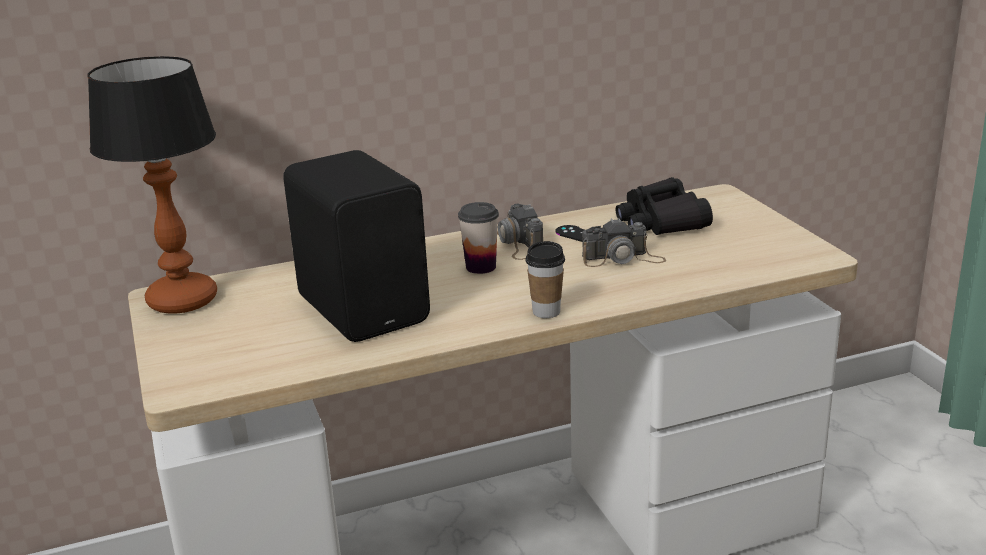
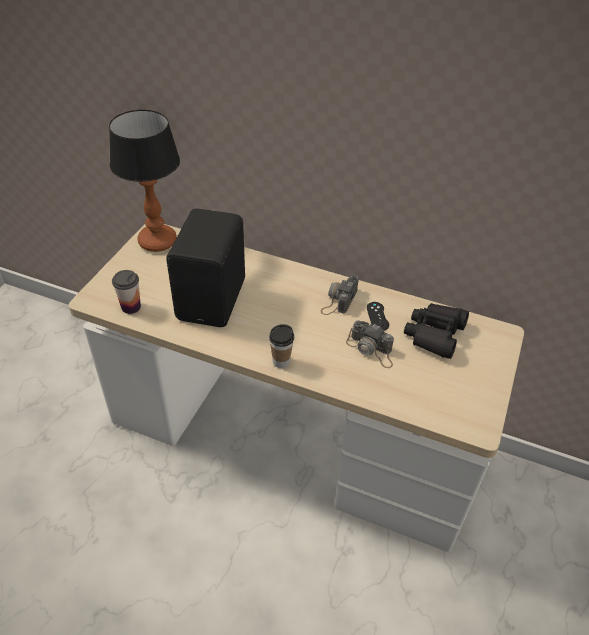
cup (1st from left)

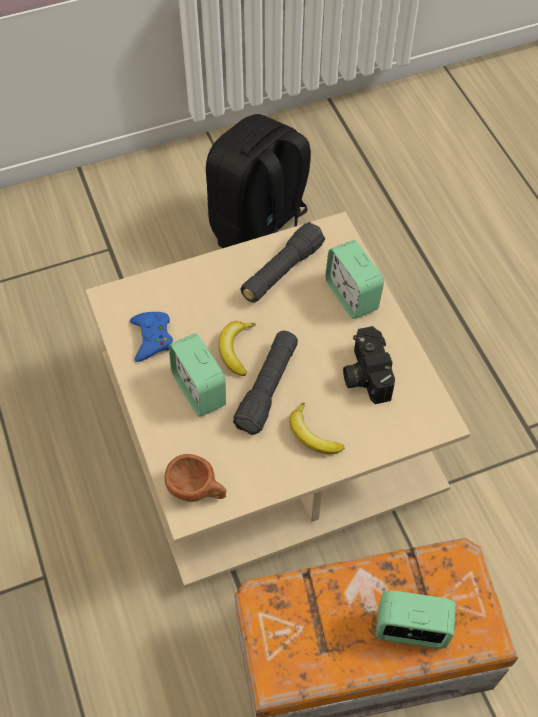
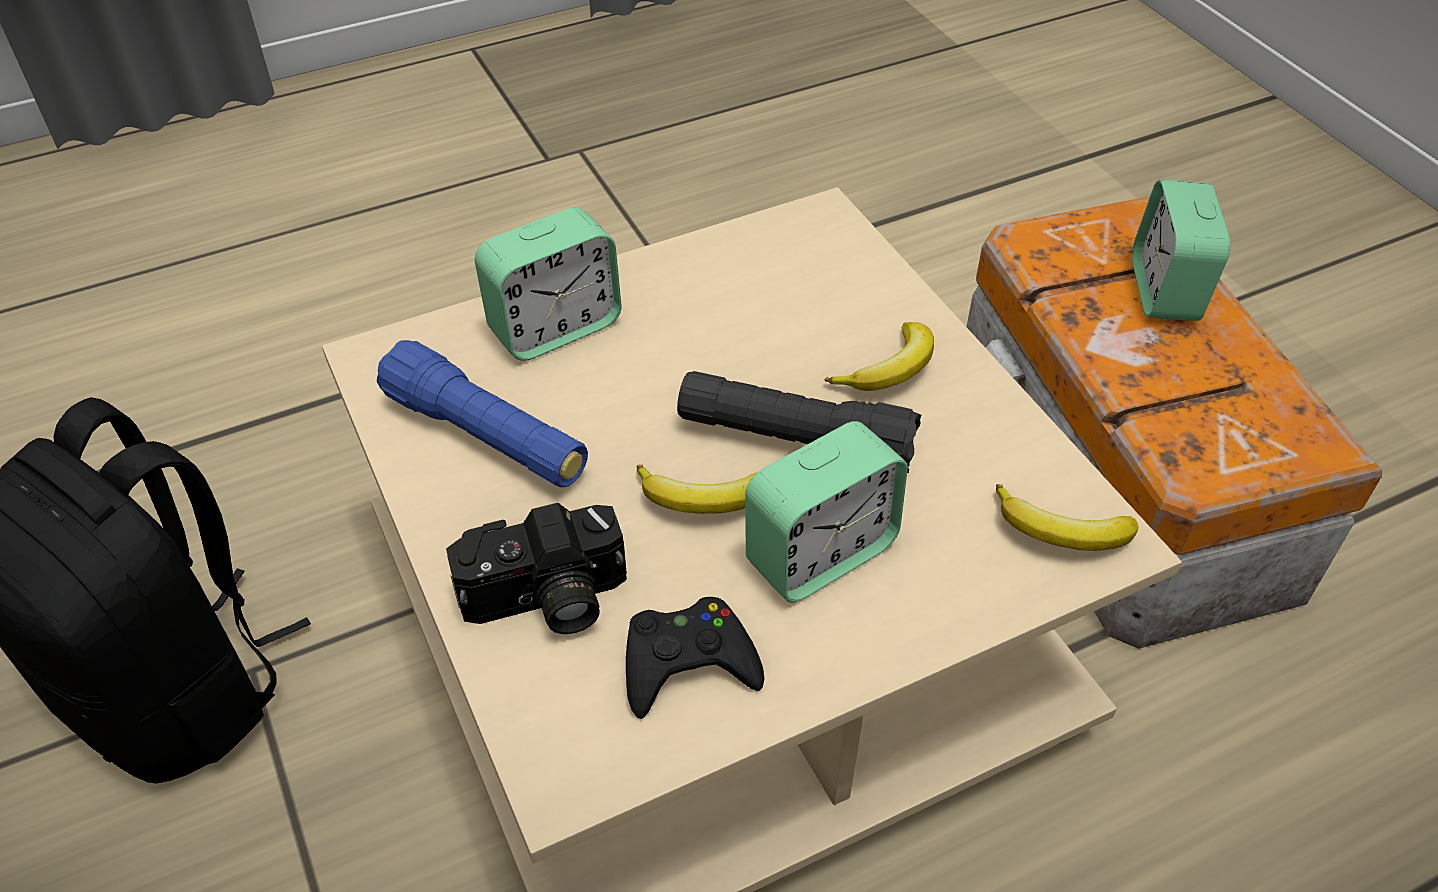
flashlight (blue); game controller (black); photo camera; banana (3rd from left)

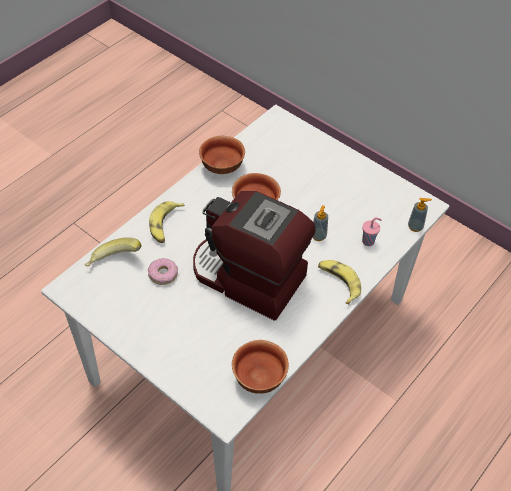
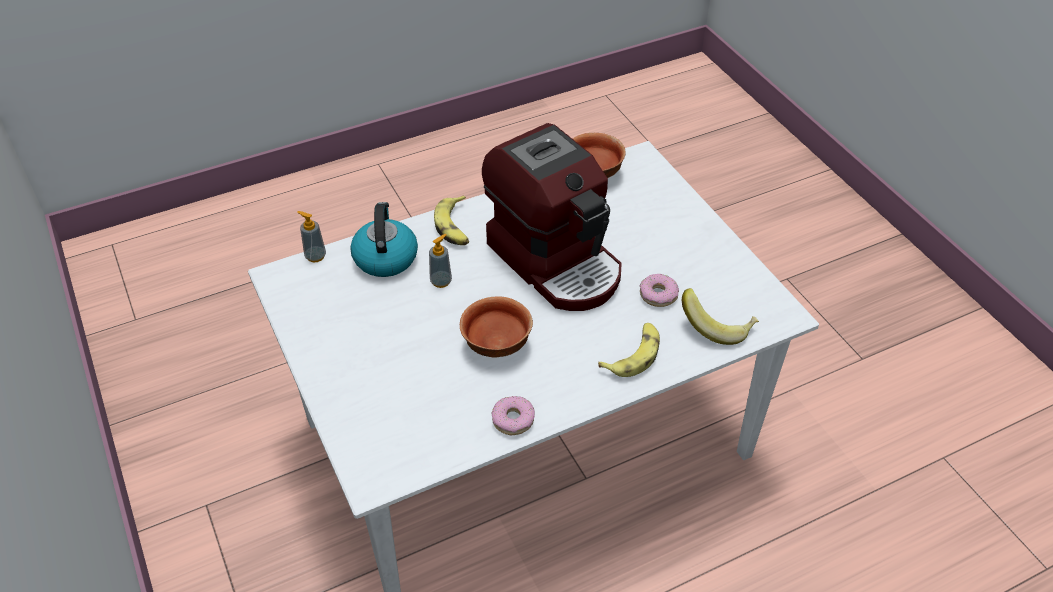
donut (1st from left); kettle

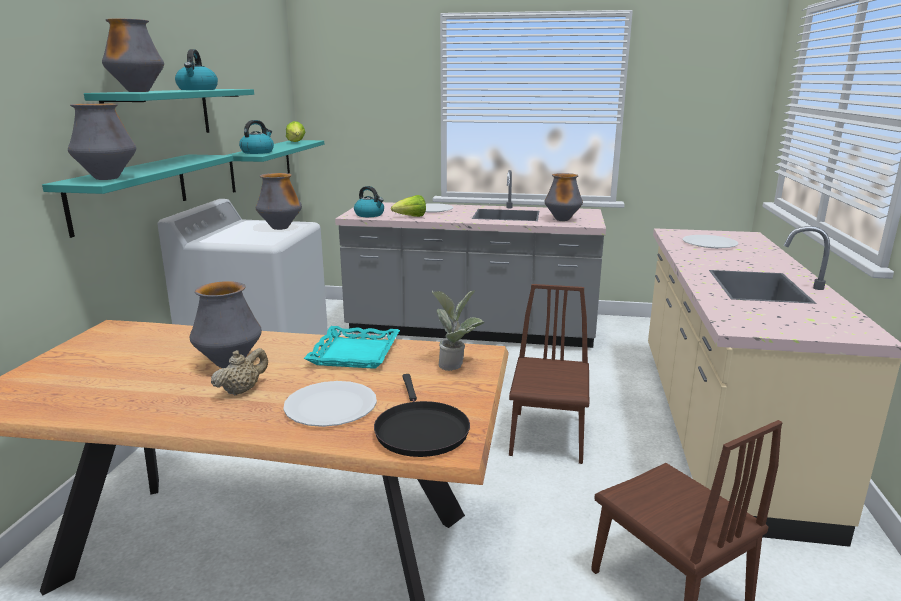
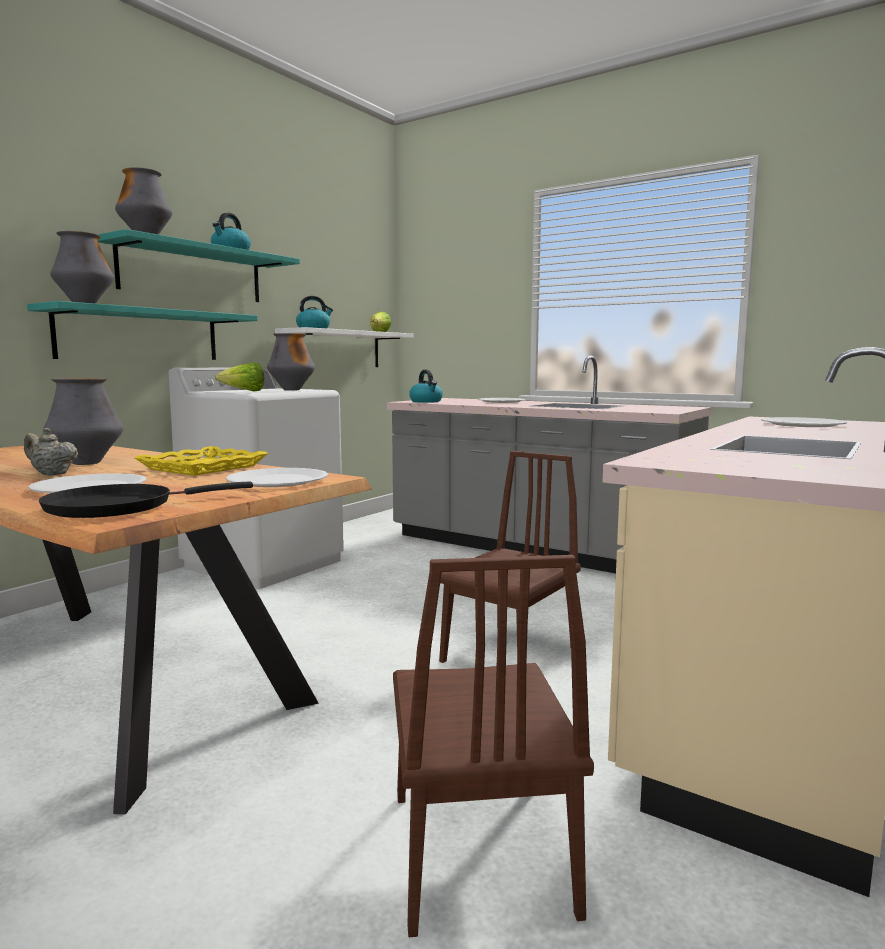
shelf (white); vase (5th from left in the first image); lettuce (1st from left); plate (white) (2nd from left); tray (yellow); teapot (beige); frying pan (black)

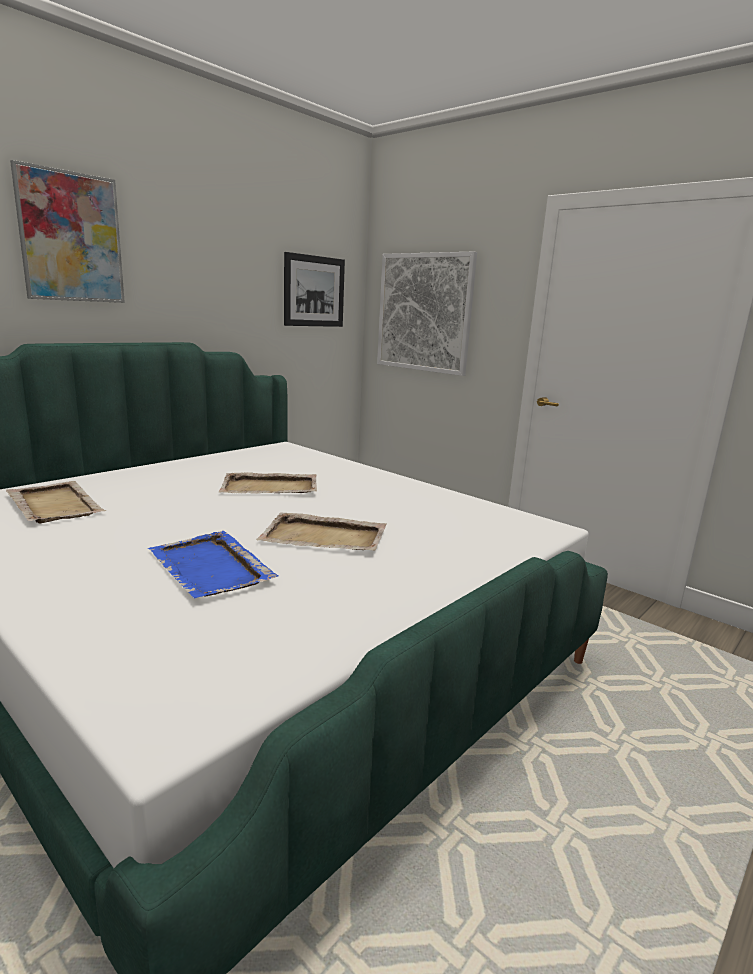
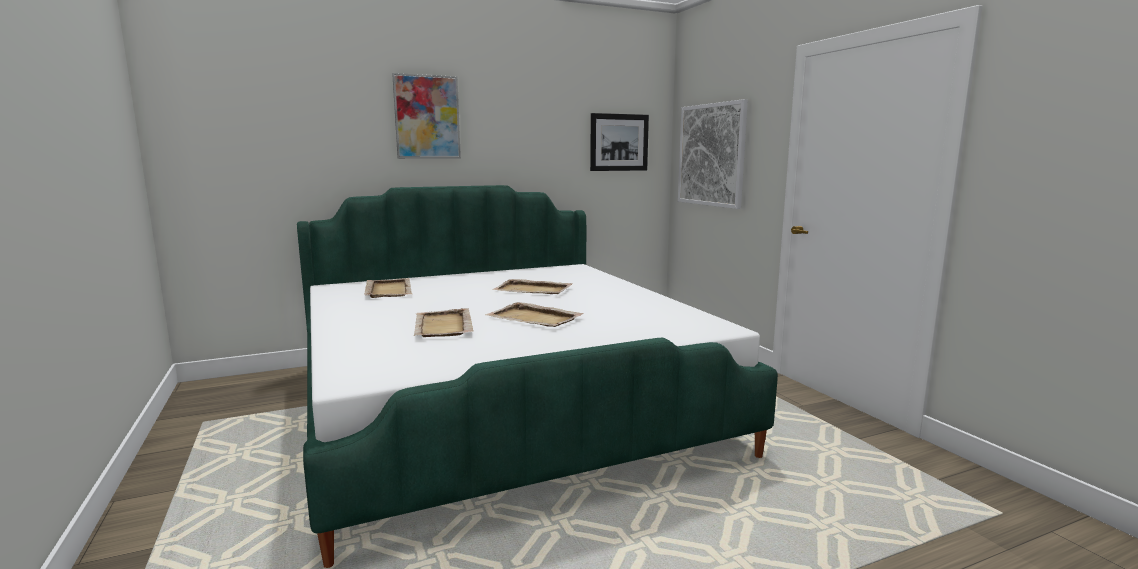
tray (beige) (2nd from left)

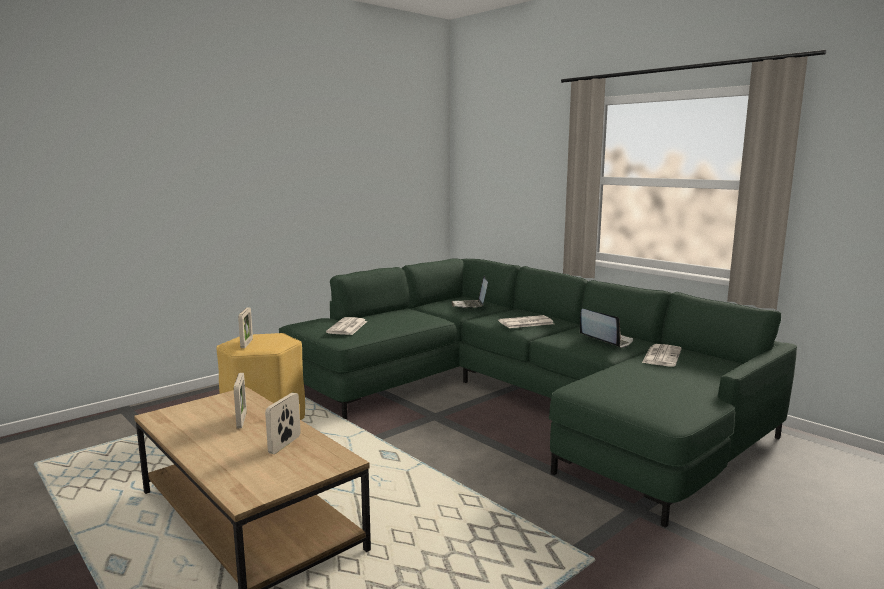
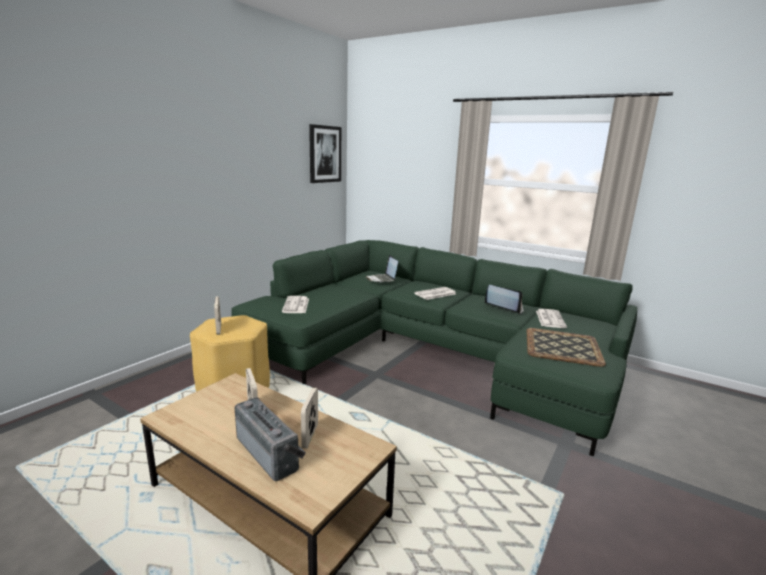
picture; tray; radio

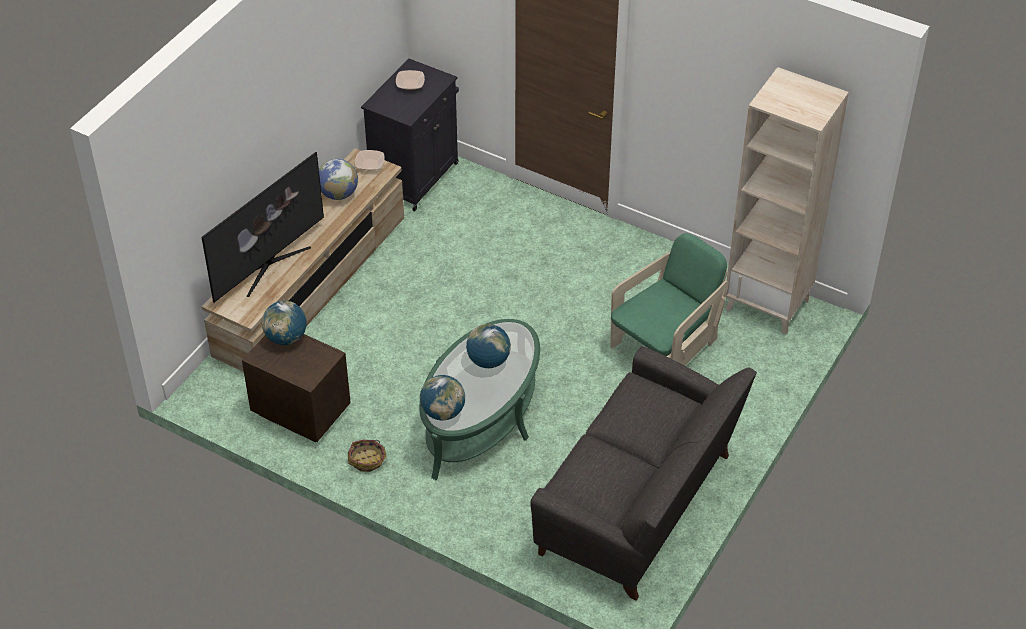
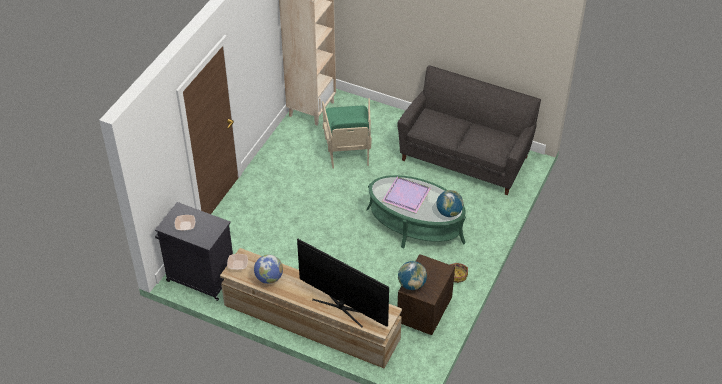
armchair (green); tray (purple)

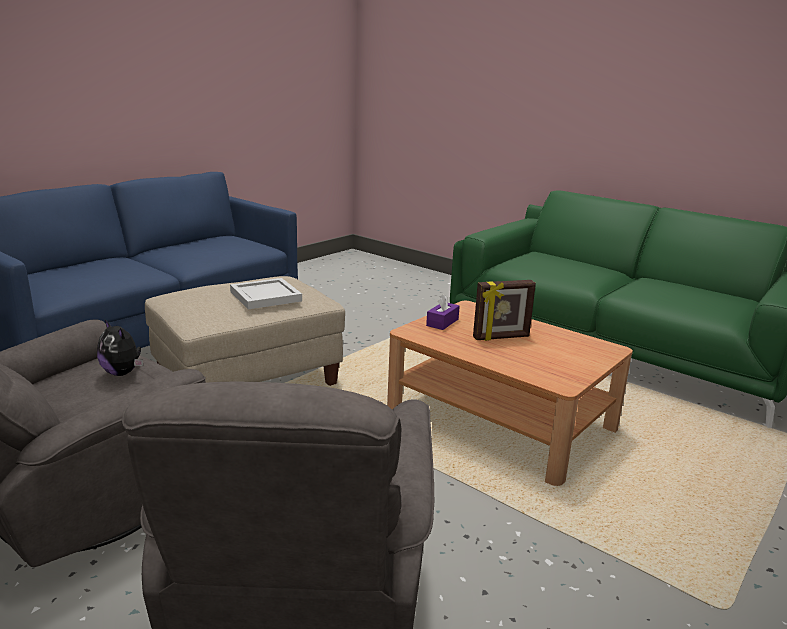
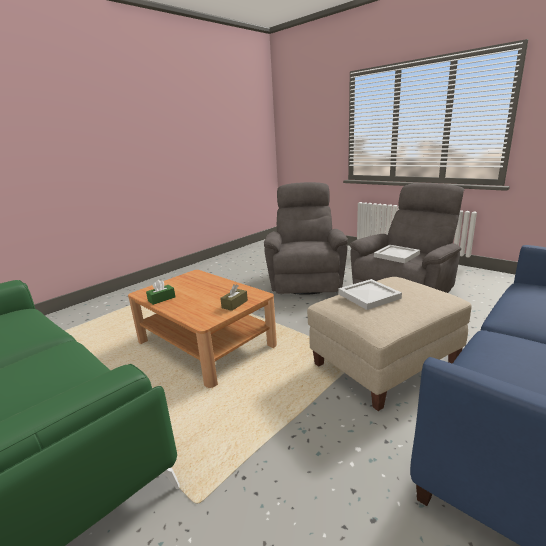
picture frame; tissue box (brown); tray (white) (2nd from left); tissue box (green)

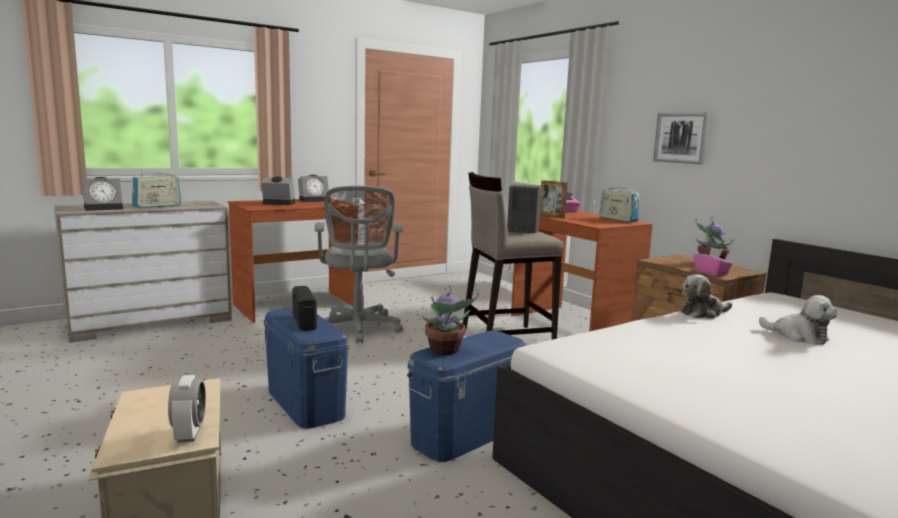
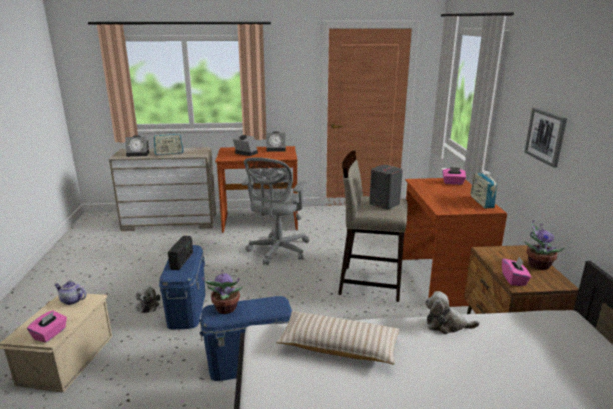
picture frame; plush toy (1st from left); tissue box (pink) (1st from left); teapot; pillow (beige)

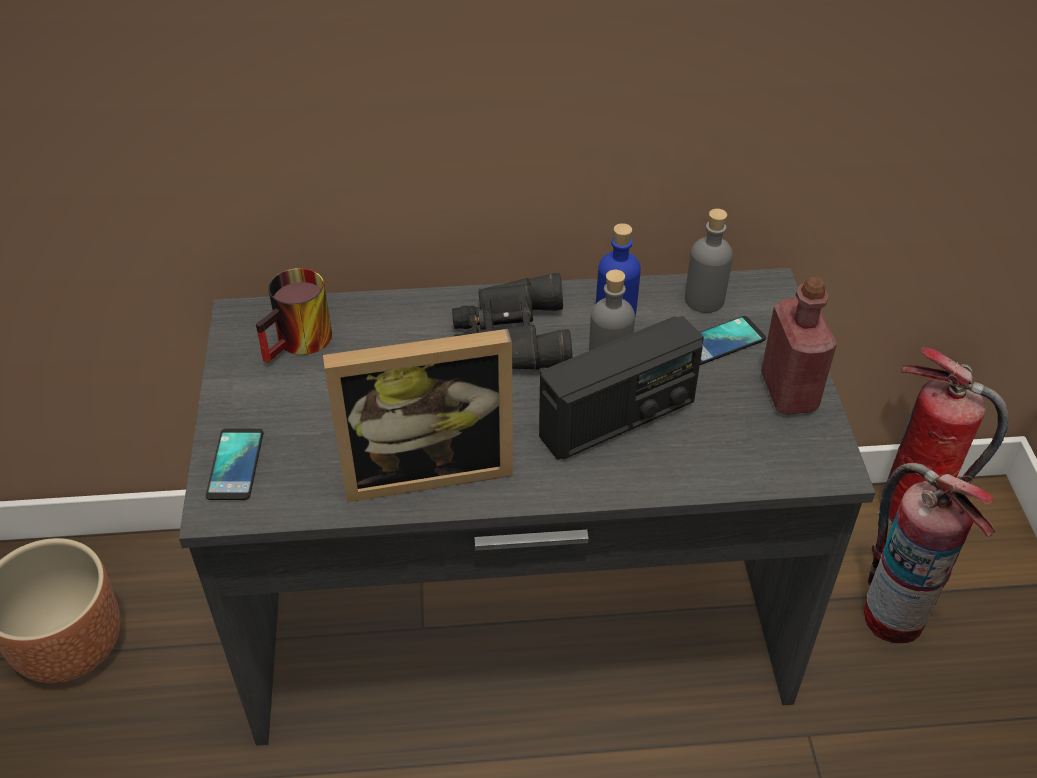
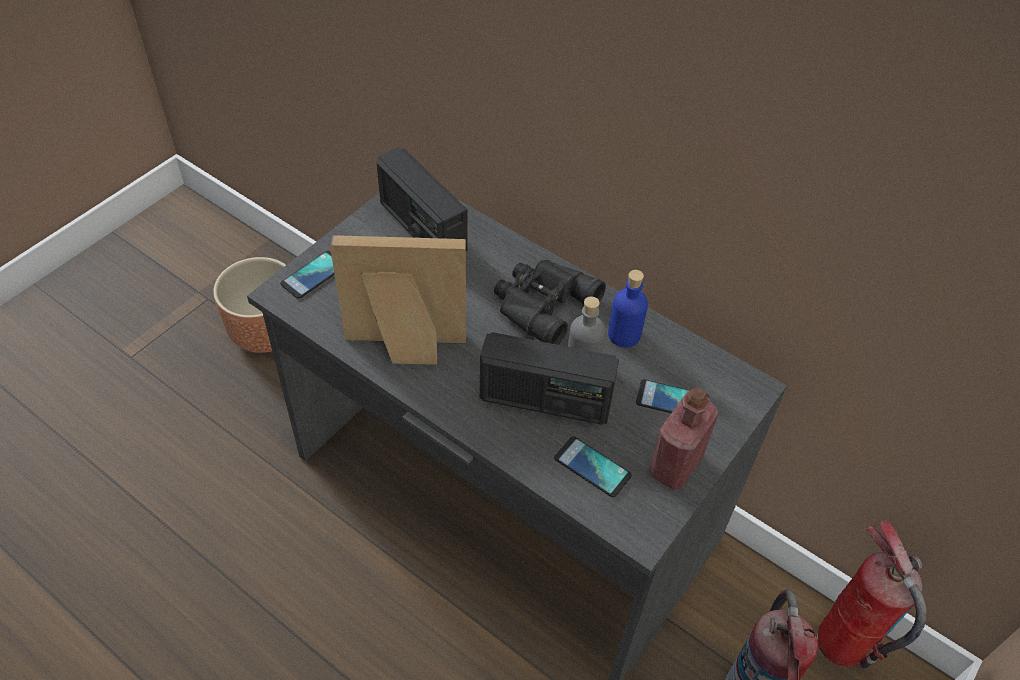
bottle (grey) (2nd from left in the first image); radio (1st from left); picture frame; phone (2nd from left)

